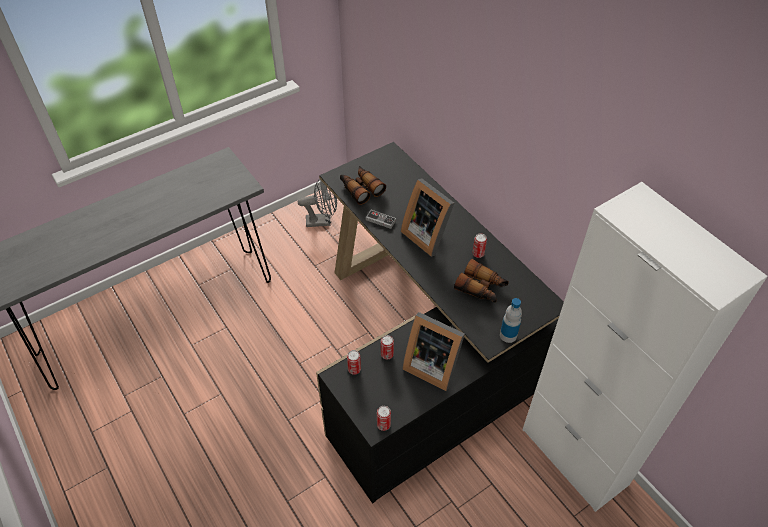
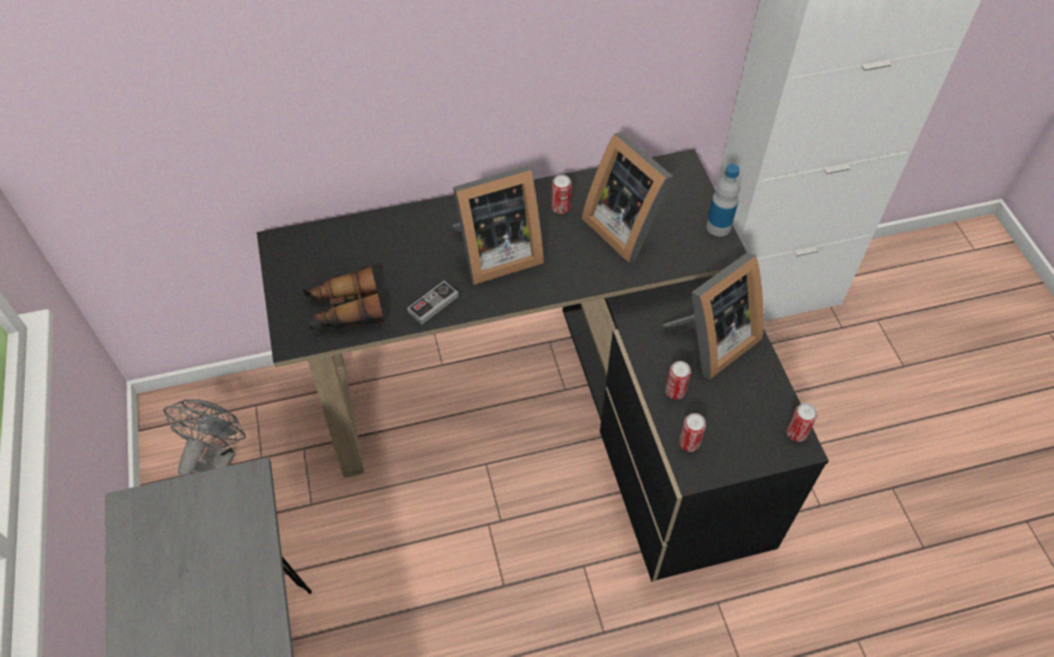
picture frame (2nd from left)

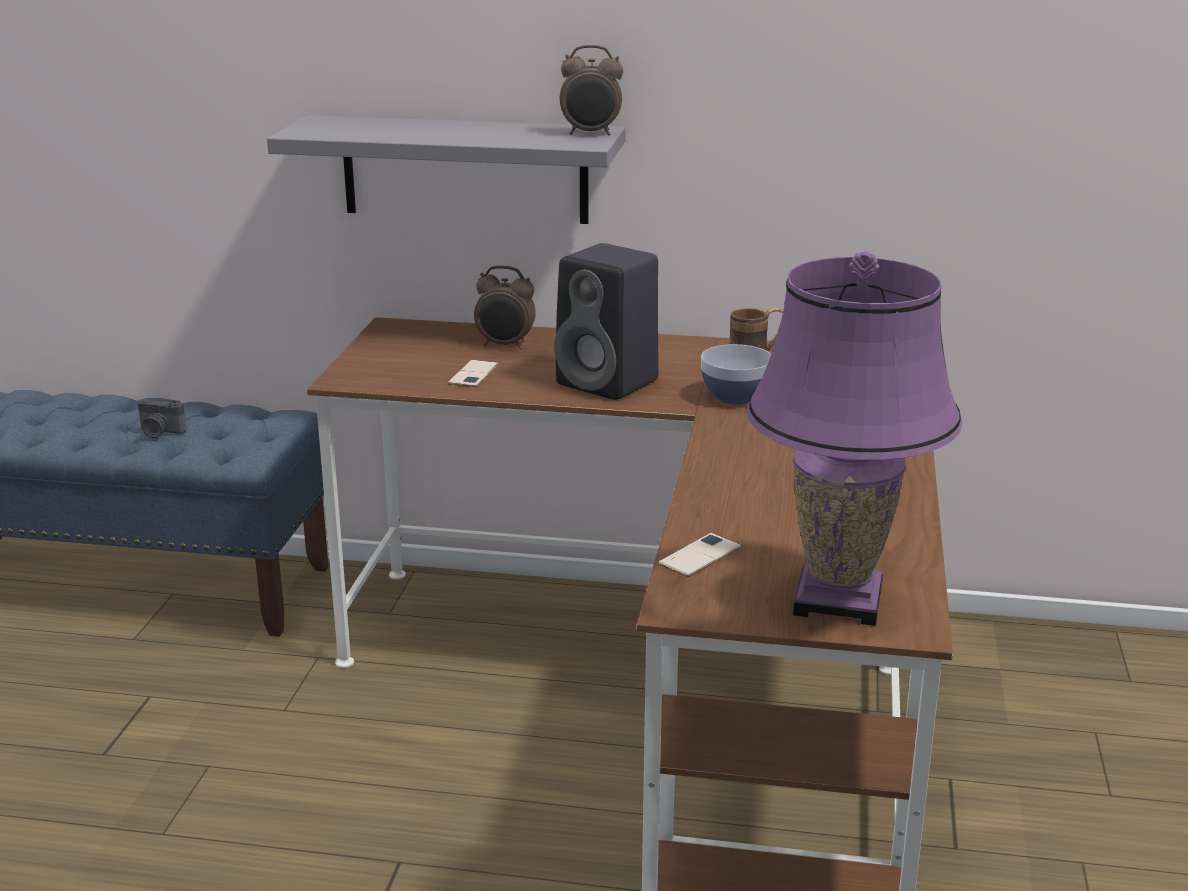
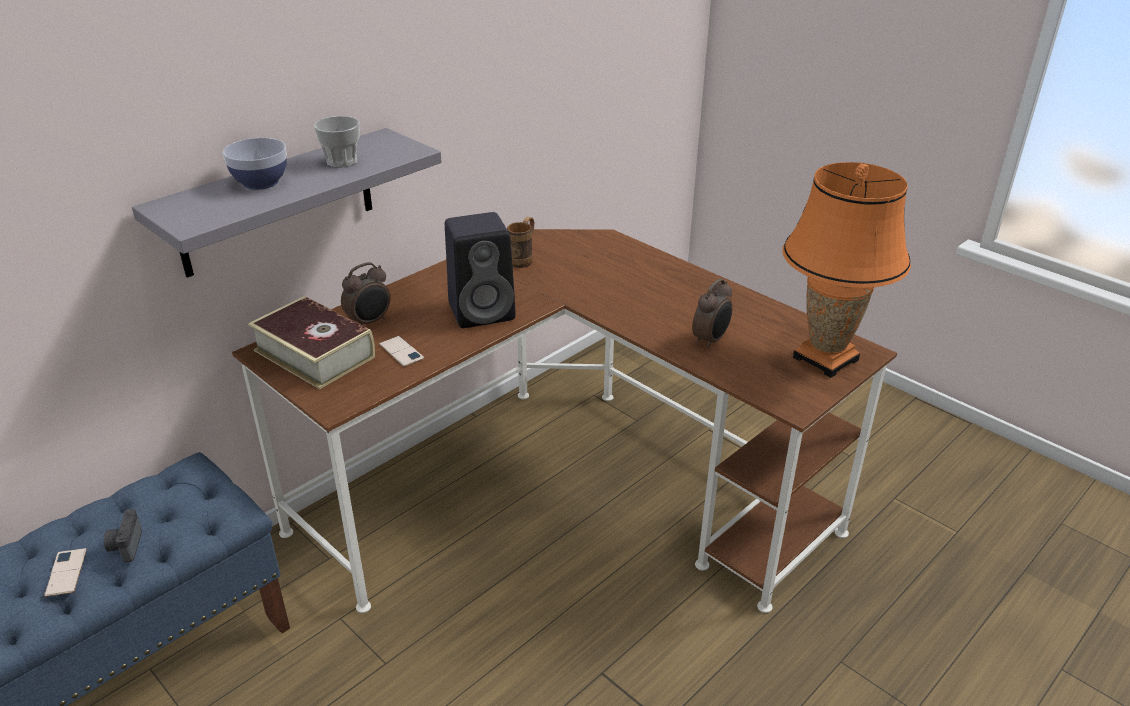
alarm clock (2nd from left); table lamp (orange); bowl; photo camera; phone (1st from left); cup; book

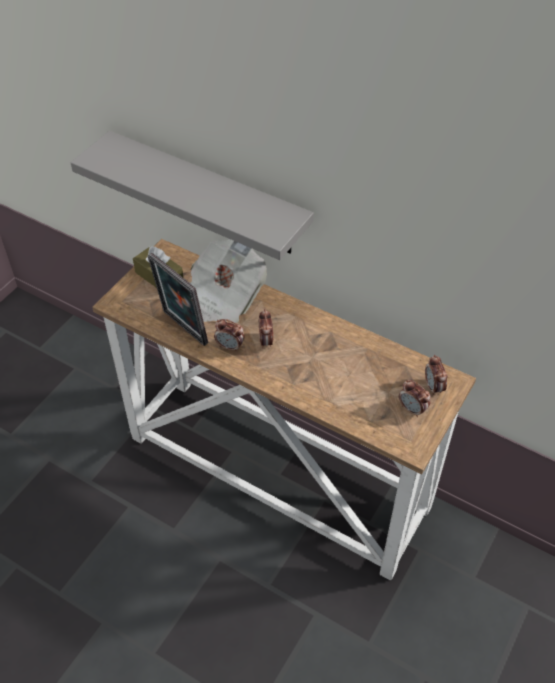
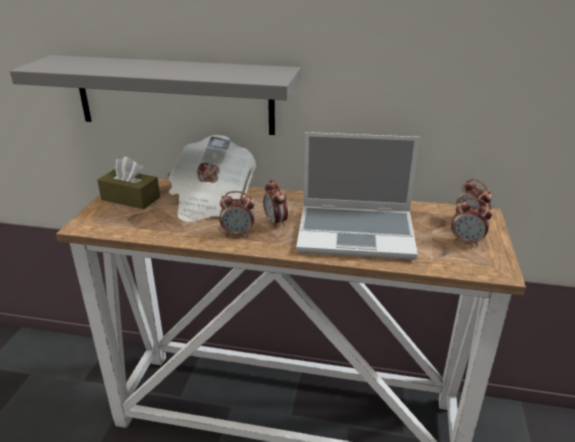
picture frame; laptop

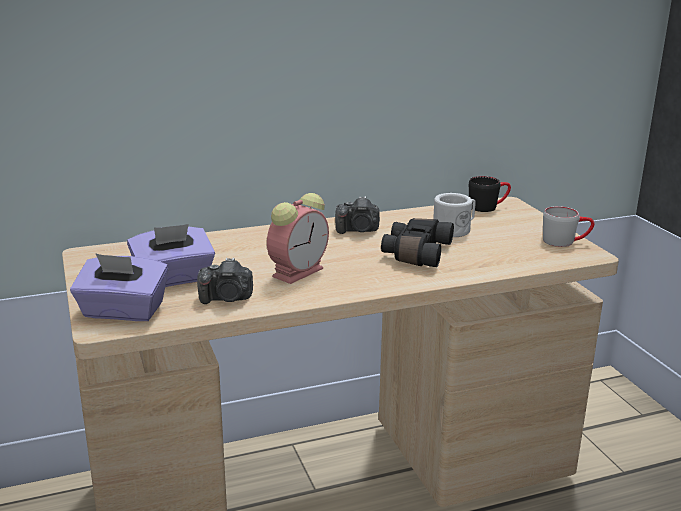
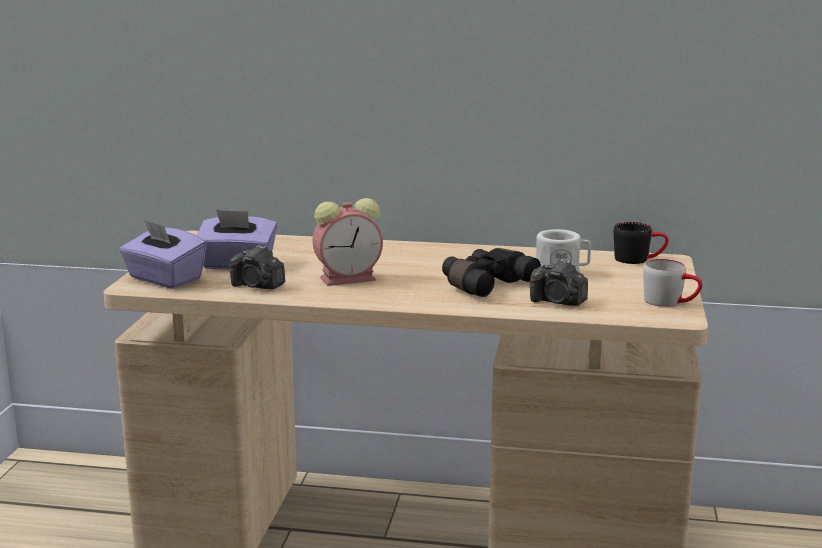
photo camera (2nd from left)

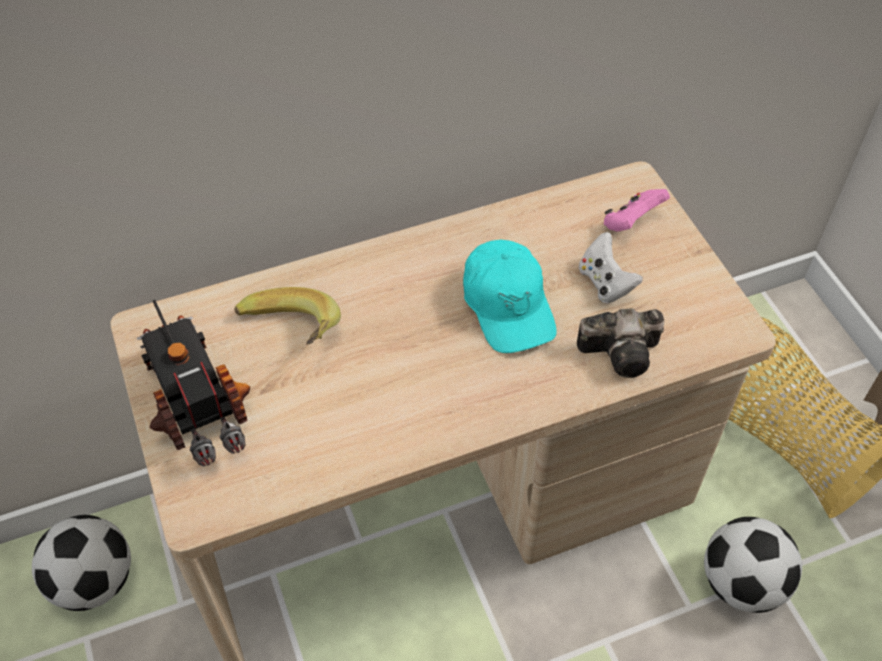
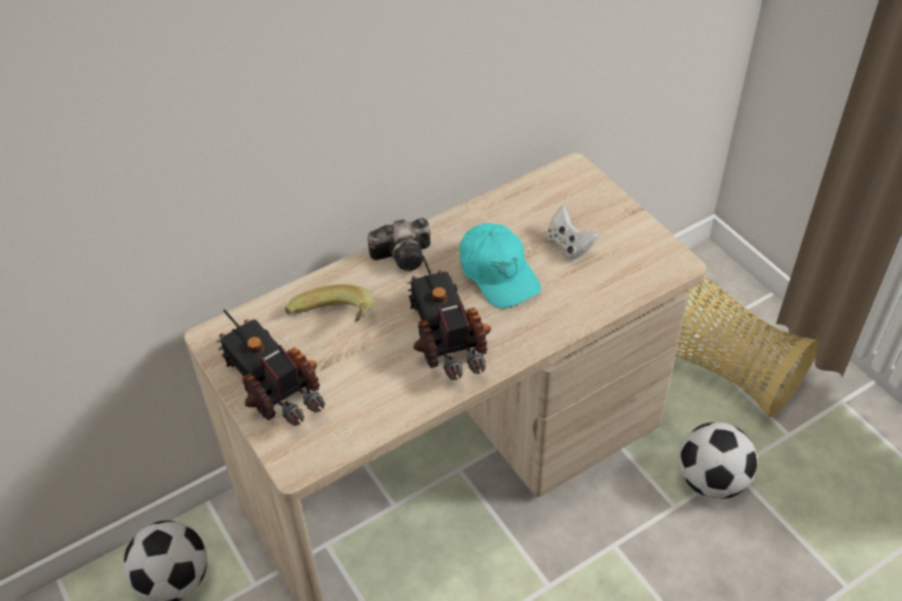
game controller (pink); photo camera; toy truck (2nd from left)

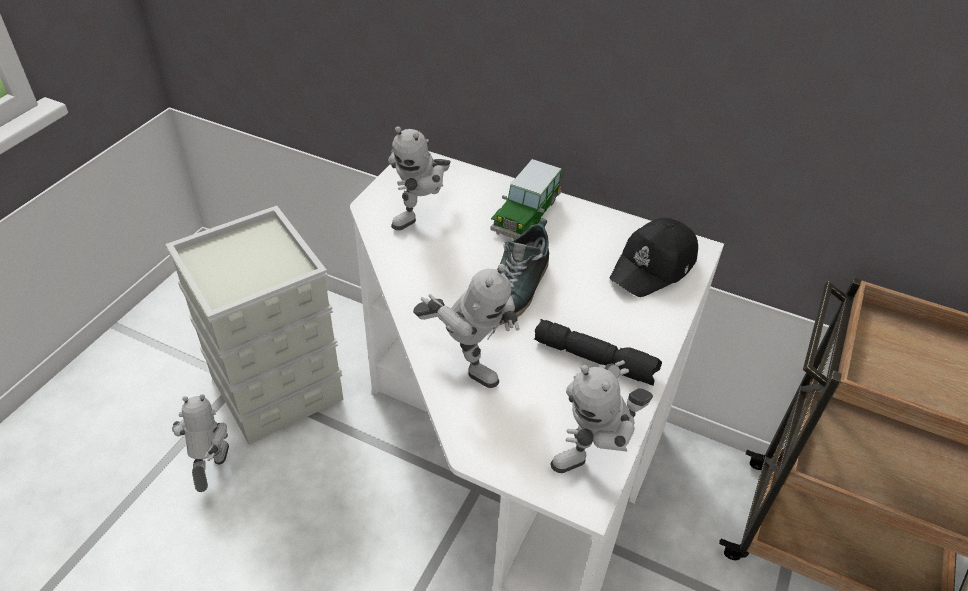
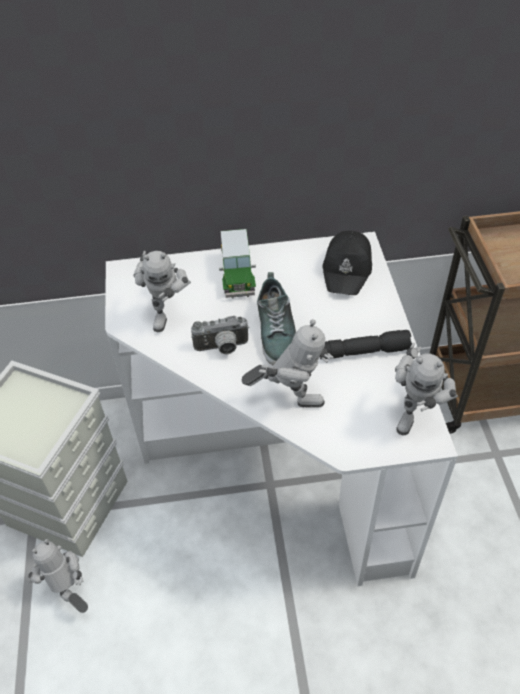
photo camera

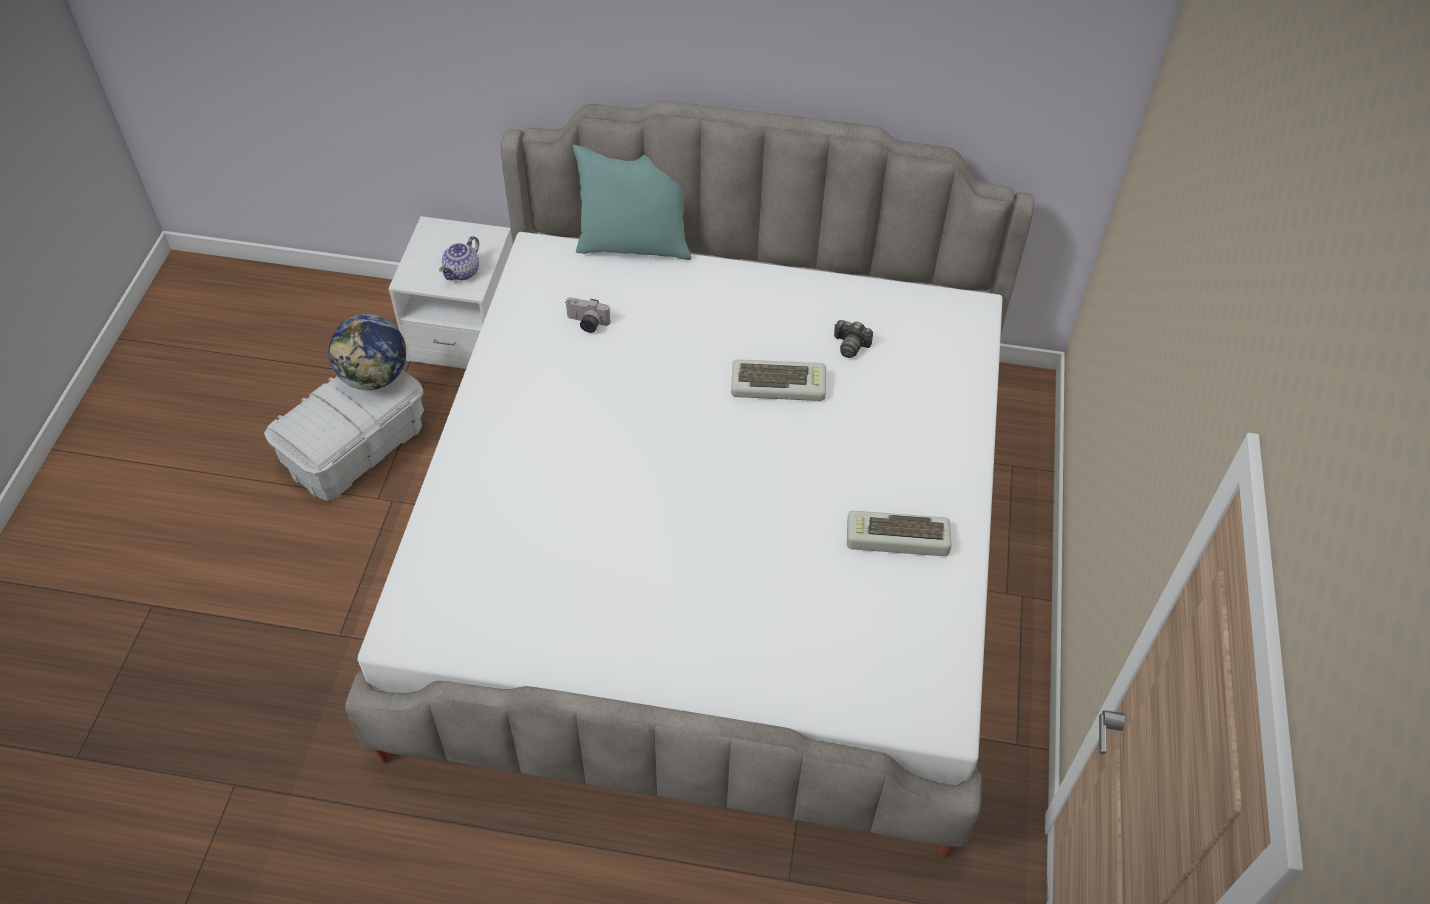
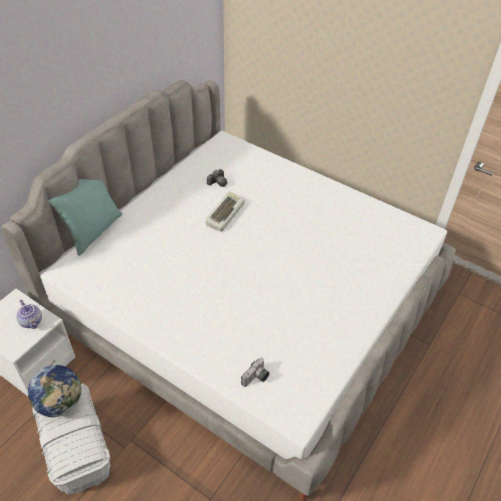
photo camera (2nd from left); keyboard (2nd from left in the first image)

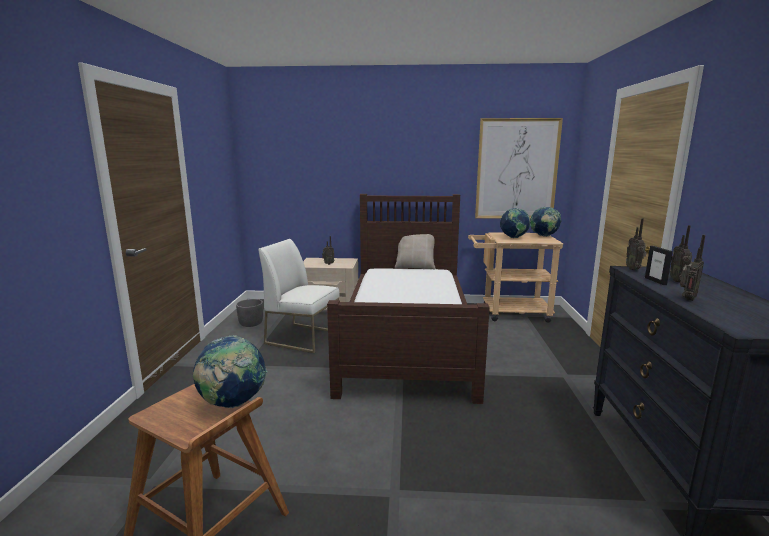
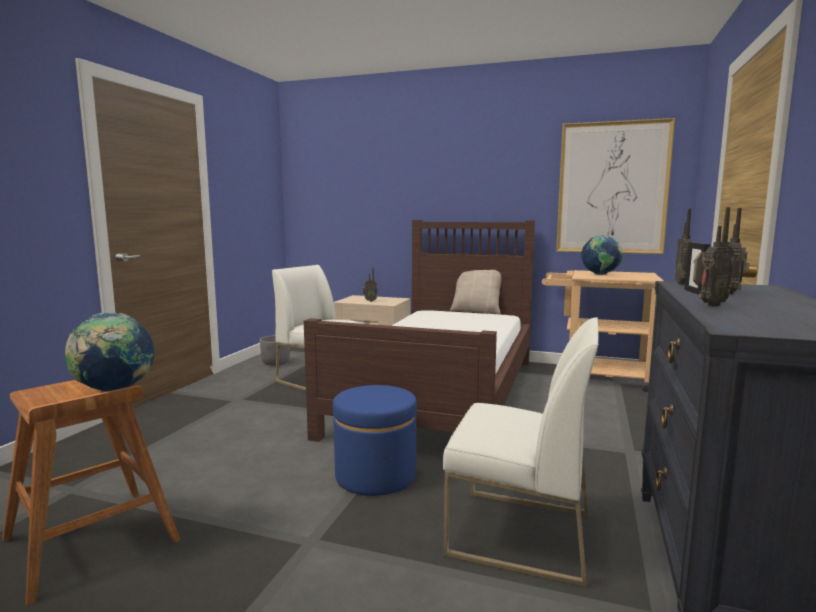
globe (3rd from left in the first image); chair (white) (2nd from left); ottoman (blue)

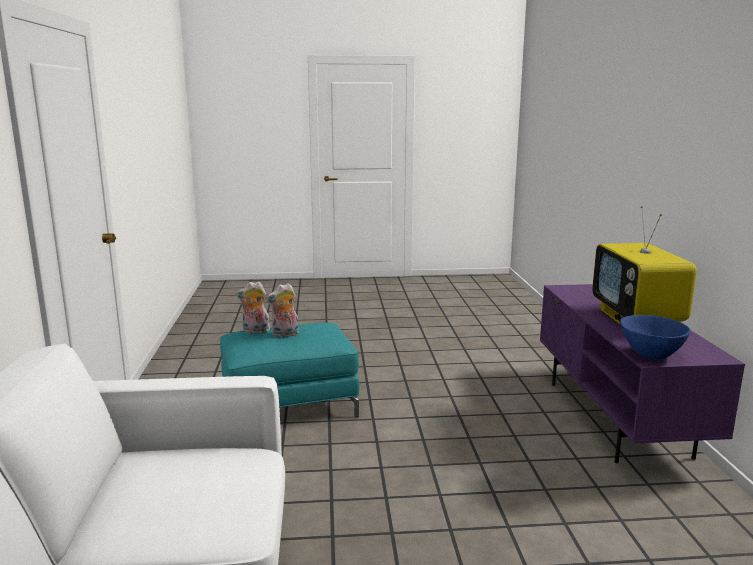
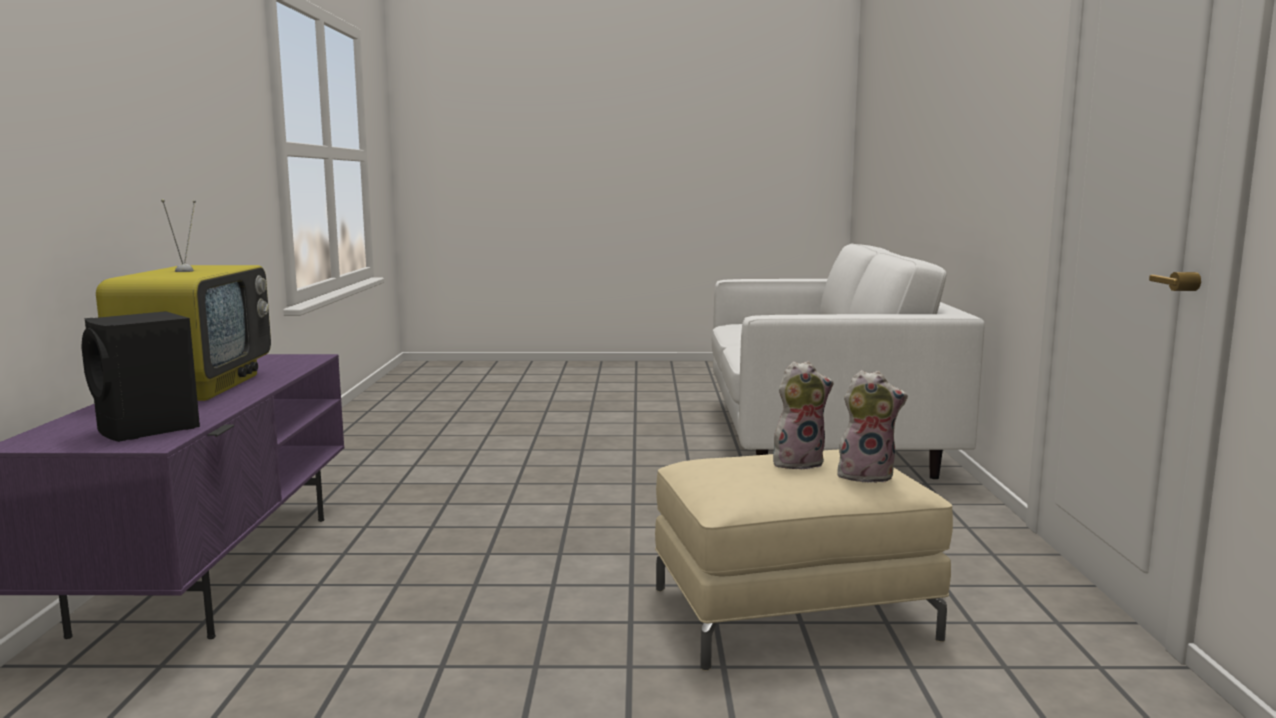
bowl (blue); ottoman (beige); speaker (black)

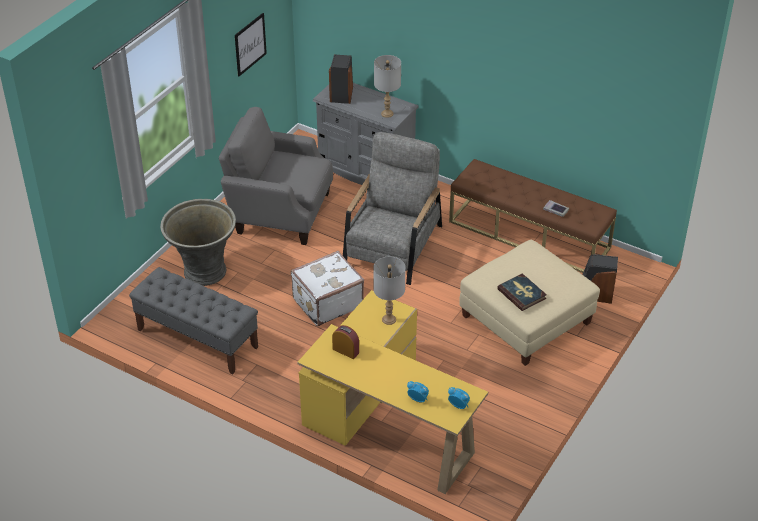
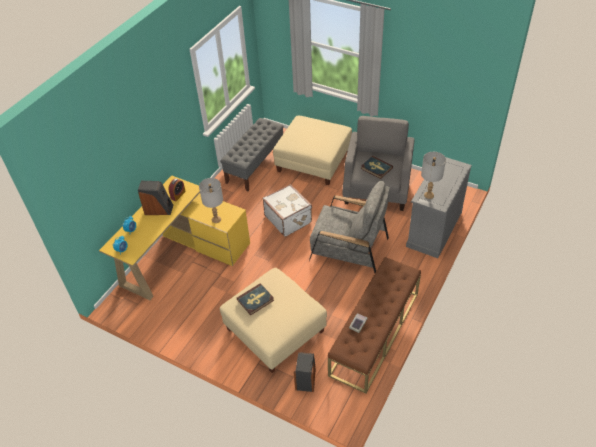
picture; speaker (1st from left); ottoman (beige) (2nd from left); book (3rd from left)

